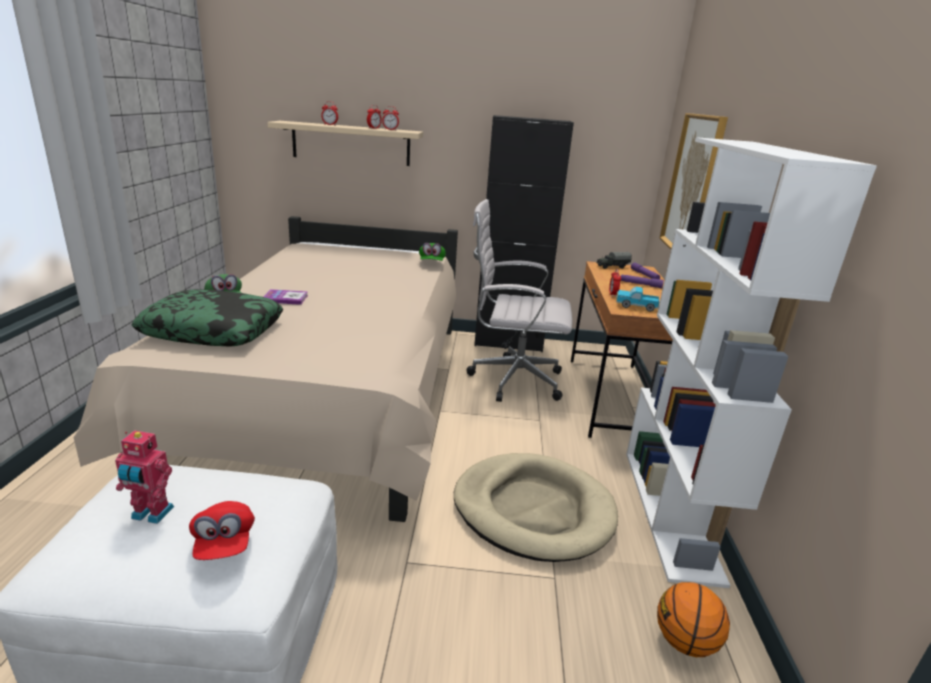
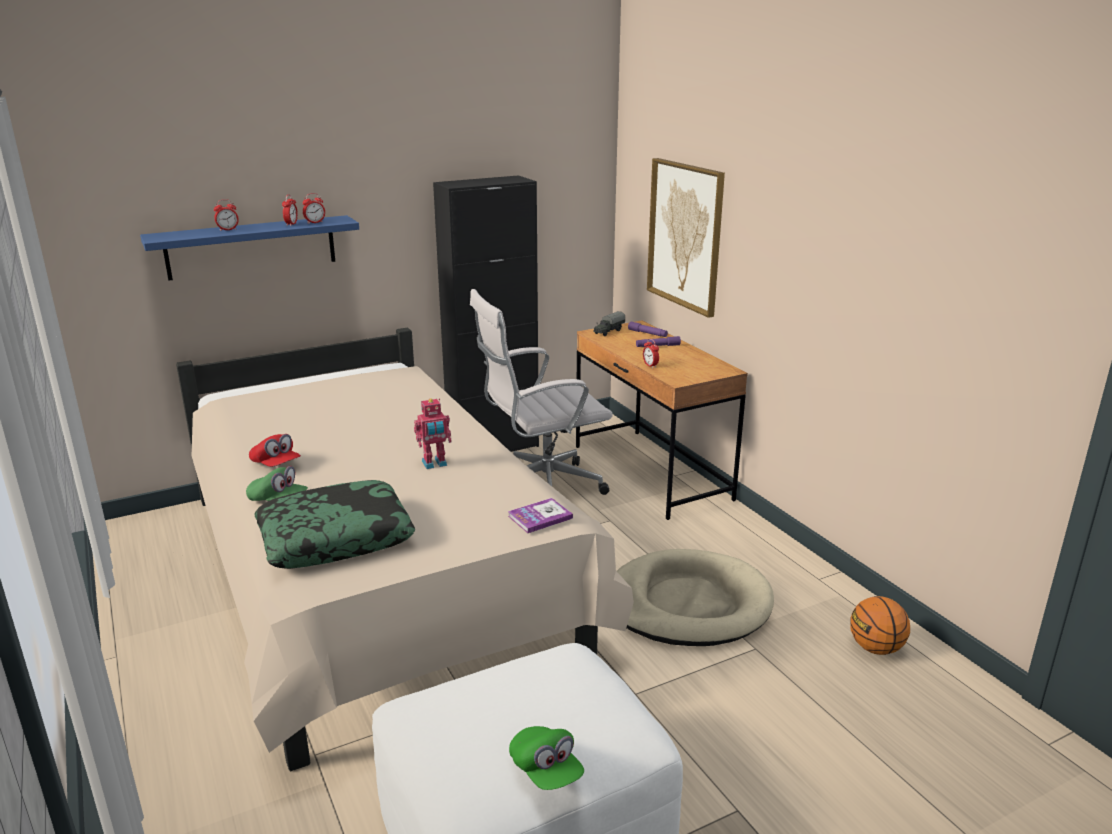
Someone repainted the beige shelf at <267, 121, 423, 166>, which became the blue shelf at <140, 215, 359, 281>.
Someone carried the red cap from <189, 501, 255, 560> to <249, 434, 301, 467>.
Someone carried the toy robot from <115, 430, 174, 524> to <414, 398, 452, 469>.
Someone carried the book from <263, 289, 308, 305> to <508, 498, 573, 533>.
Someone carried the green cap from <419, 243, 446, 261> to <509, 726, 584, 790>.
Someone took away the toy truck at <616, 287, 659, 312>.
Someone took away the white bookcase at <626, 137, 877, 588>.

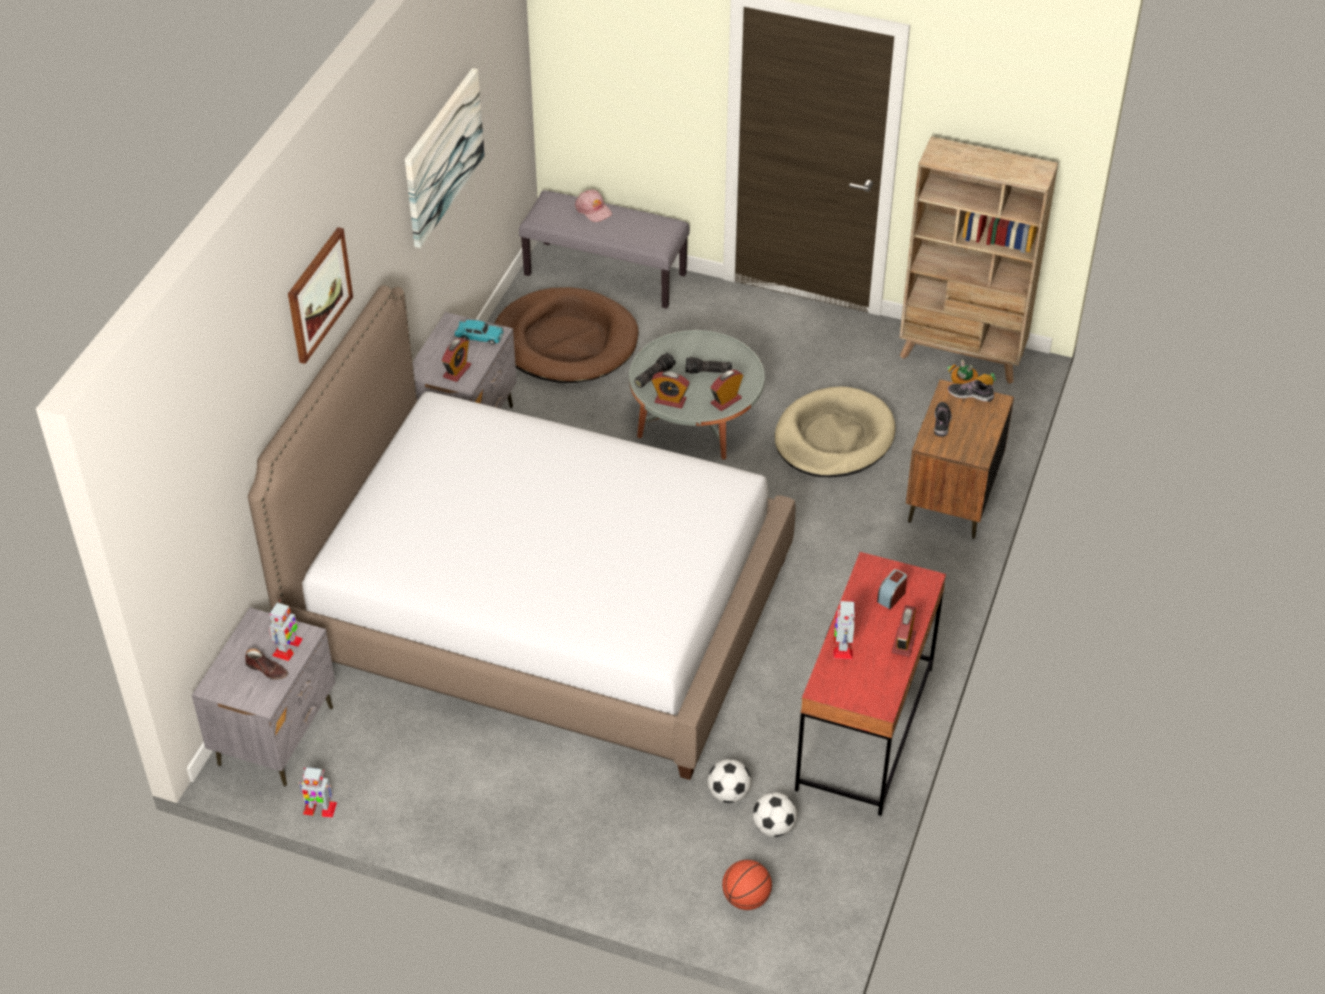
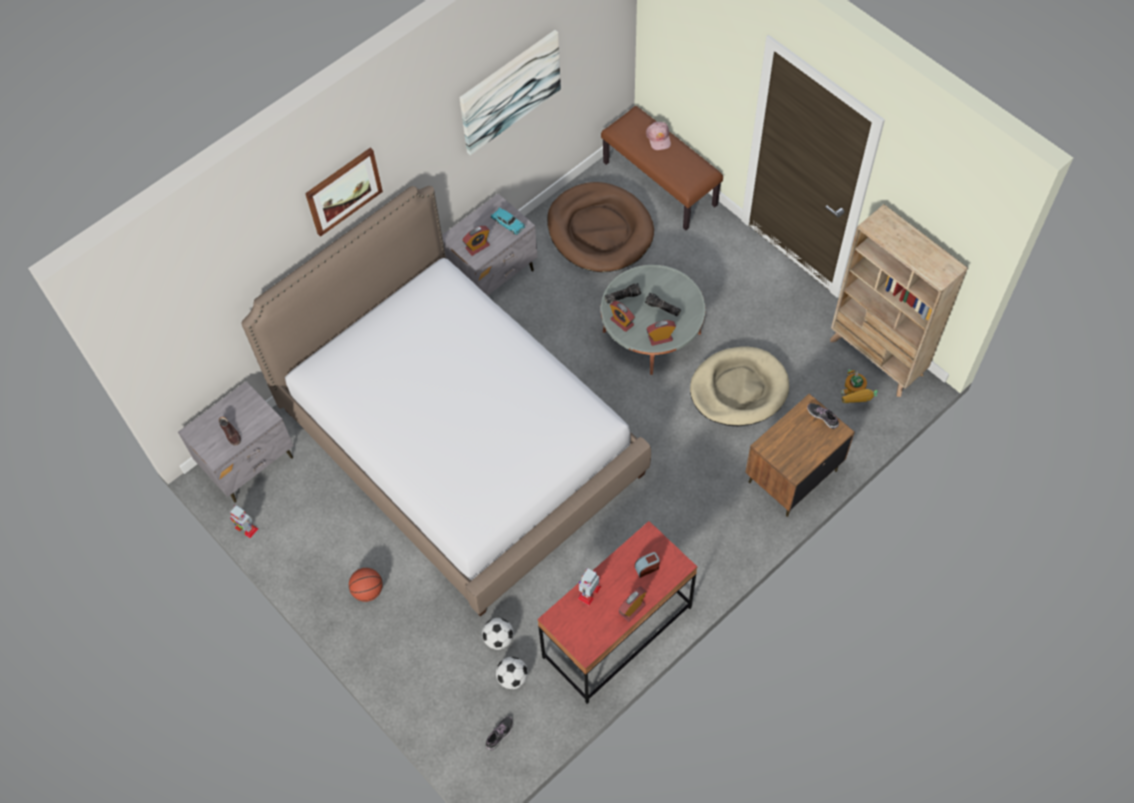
Someone carried the basketball from <722, 860, 772, 910> to <349, 568, 383, 602>.
Someone carried the shoe from <934, 402, 952, 437> to <485, 717, 513, 750>.
Someone repainted the grey bench at <519, 190, 690, 309>, which became the brown bench at <601, 106, 723, 230>.
Someone took away the toy robot at <269, 600, 303, 661>.

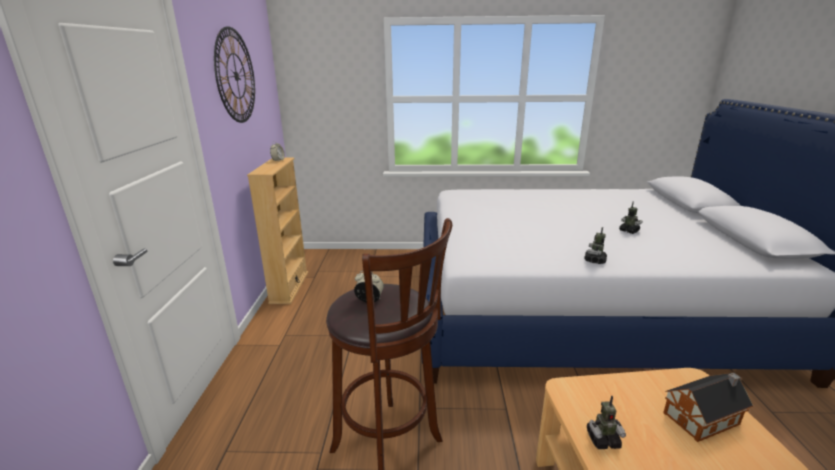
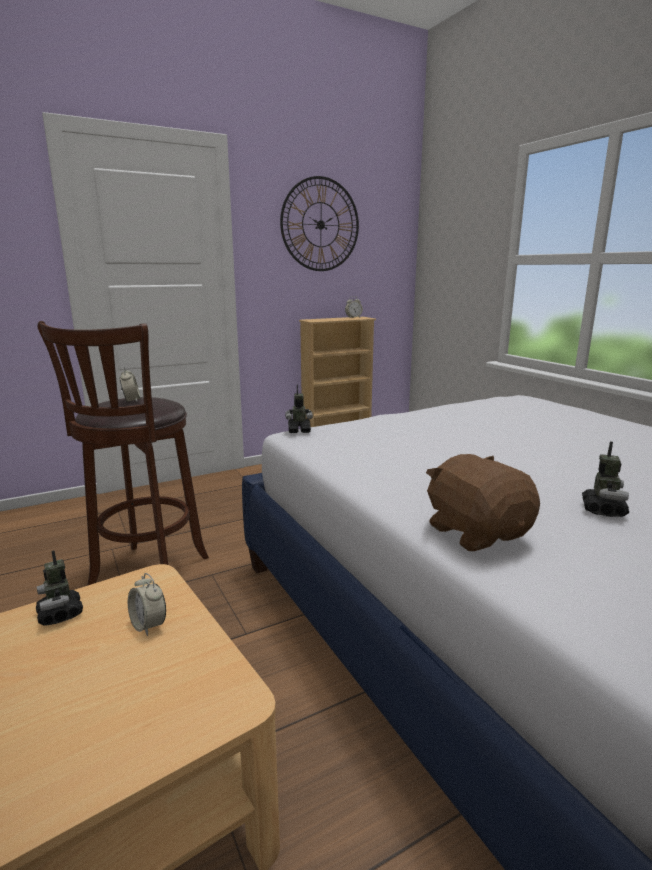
Someone put down the alarm clock at <128, 573, 166, 636>.
Someone carried the toy robot from <584, 227, 607, 264> to <285, 384, 313, 433>.
Someone put down the brown plush toy at <426, 454, 540, 551>.
Someone took away the toy house at <663, 373, 753, 442>.

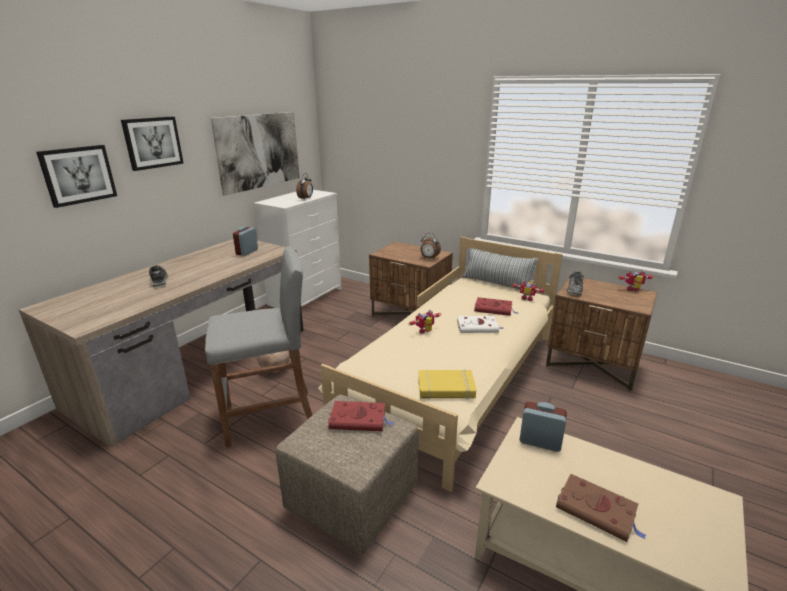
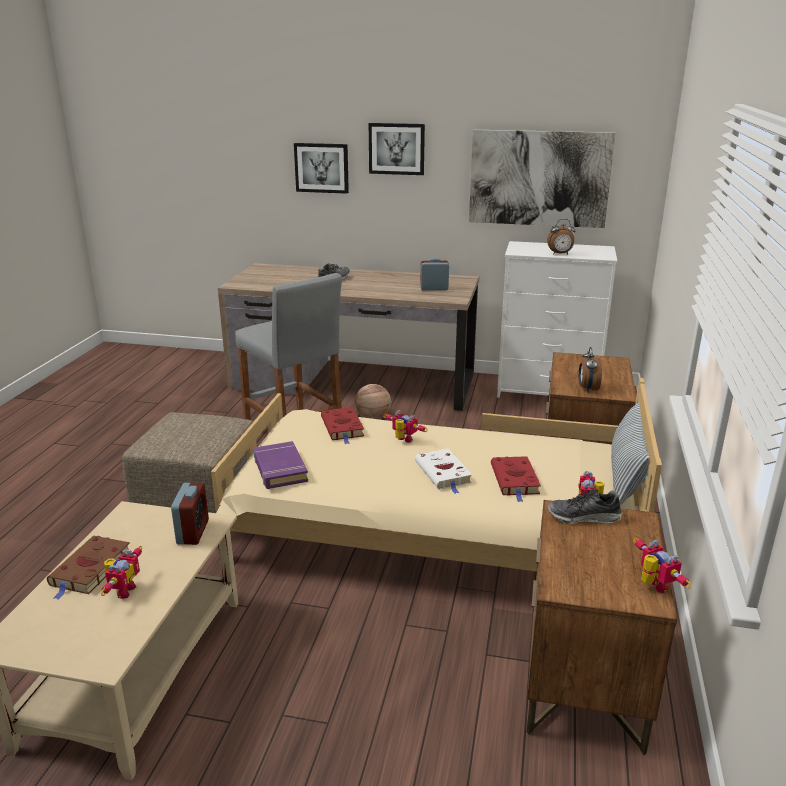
Someone put down the toy robot at <101, 546, 142, 599>.
Someone repainted the yellow book at <418, 370, 476, 399>, which became the purple book at <253, 441, 308, 489>.
Someone carried the red book from <328, 401, 394, 431> to <321, 407, 364, 444>.

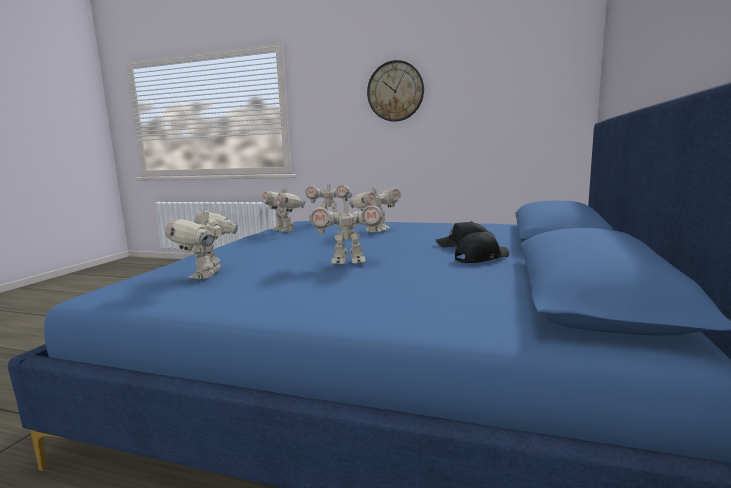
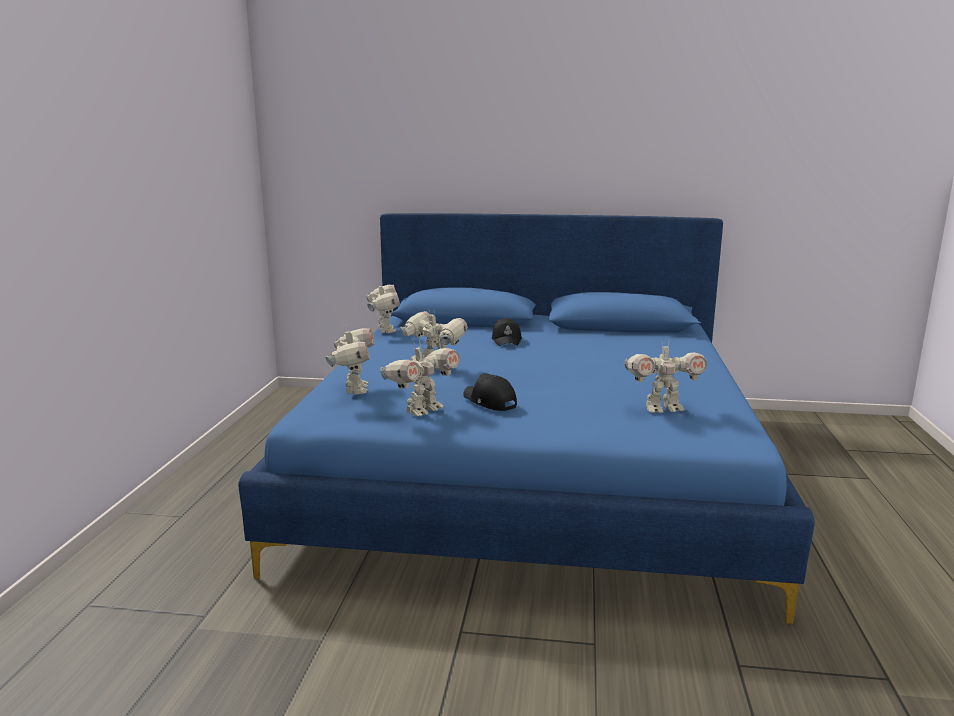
Someone carried the toy robot from <310, 196, 383, 264> to <366, 282, 400, 333>.
Someone carried the black cap from <455, 232, 509, 263> to <464, 373, 517, 411>.
Someone took away the wall clock at <367, 60, 424, 122>.

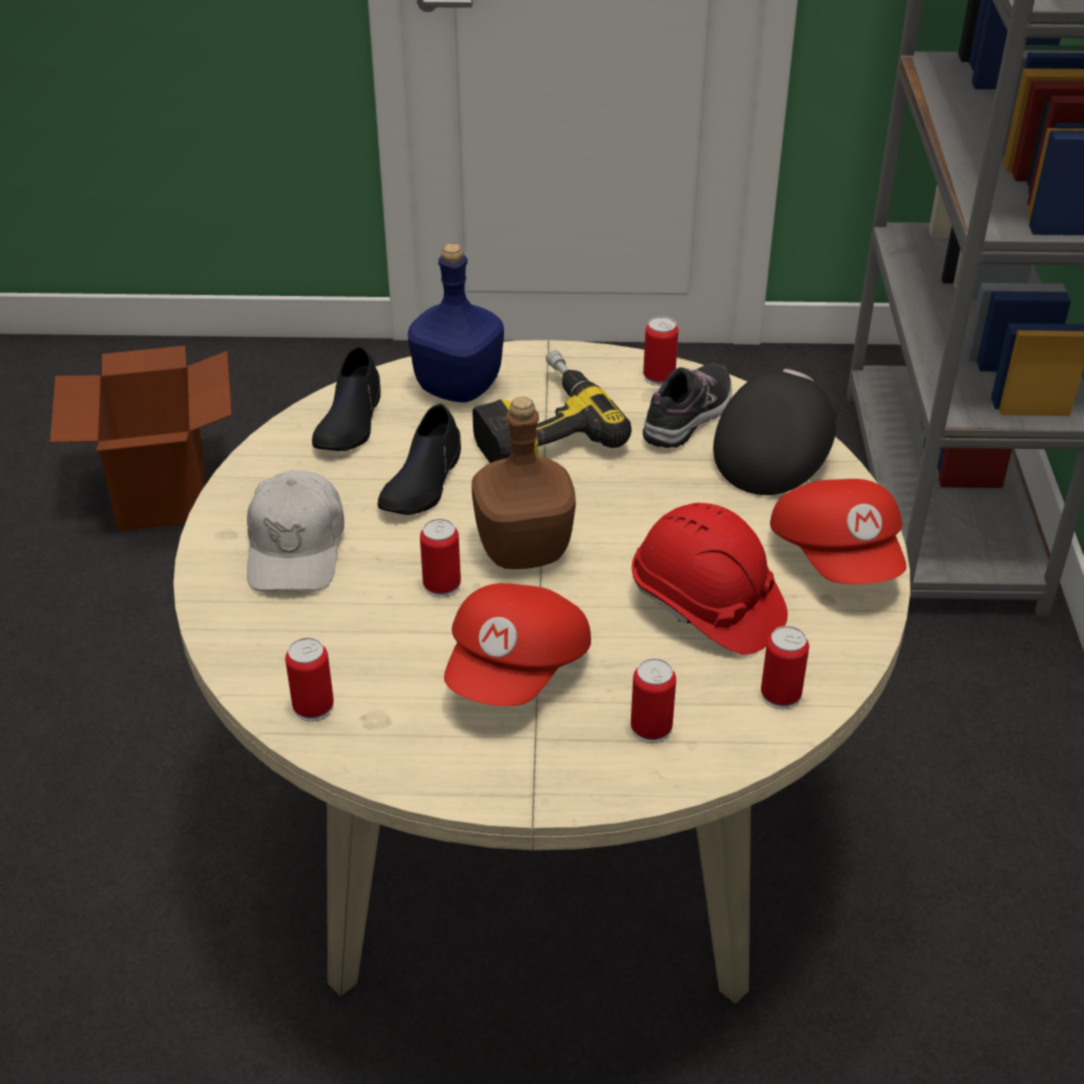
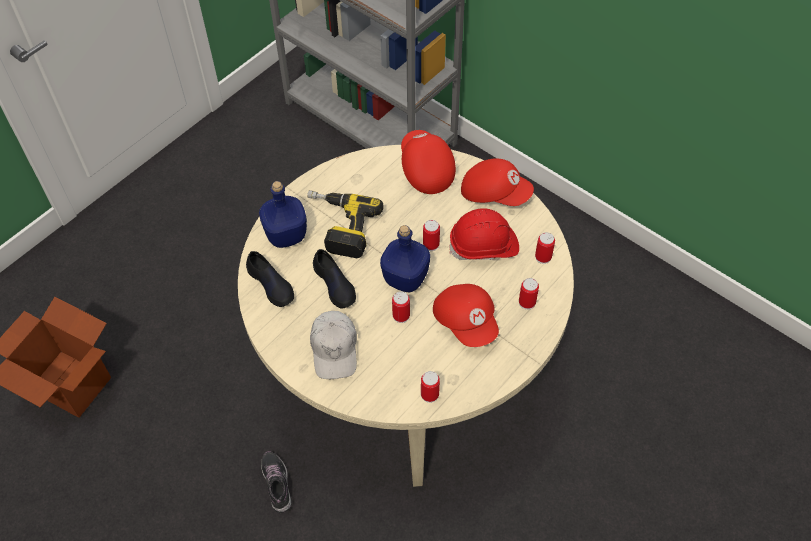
Someone carried the shoe from <643, 363, 732, 448> to <261, 451, 292, 513>.
Someone rotated the white cap at <247, 470, 344, 591> by 45 degrees clockwise.
Someone repainted the brown bottle at <472, 397, 576, 569>, which became the blue bottle at <380, 225, 430, 292>.
Someone repainted the black cap at <713, 369, 839, 495>, which became the red cap at <401, 130, 456, 194>.
Someone carried the can from <643, 316, 678, 386> to <423, 220, 440, 251>.

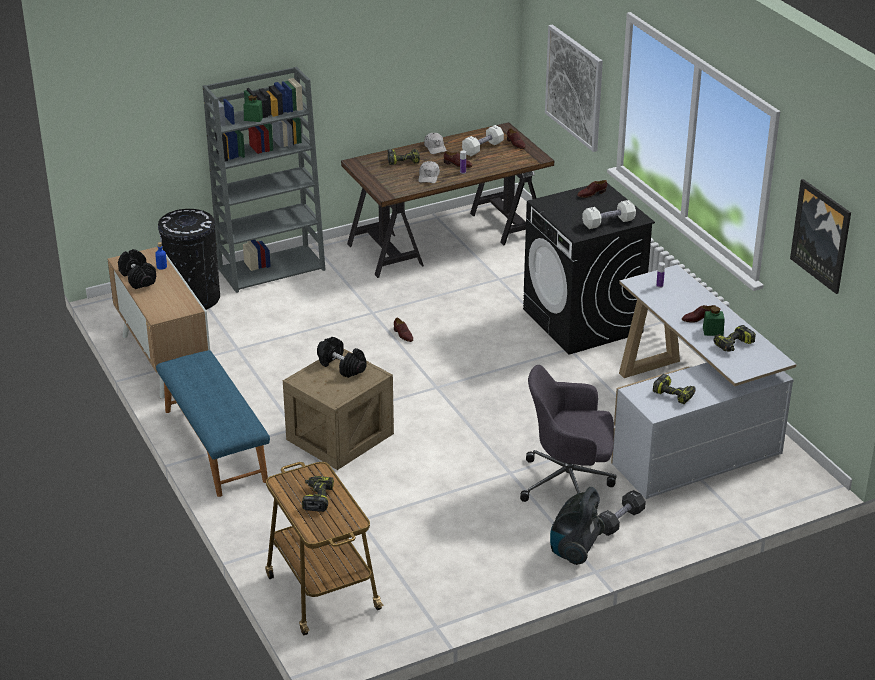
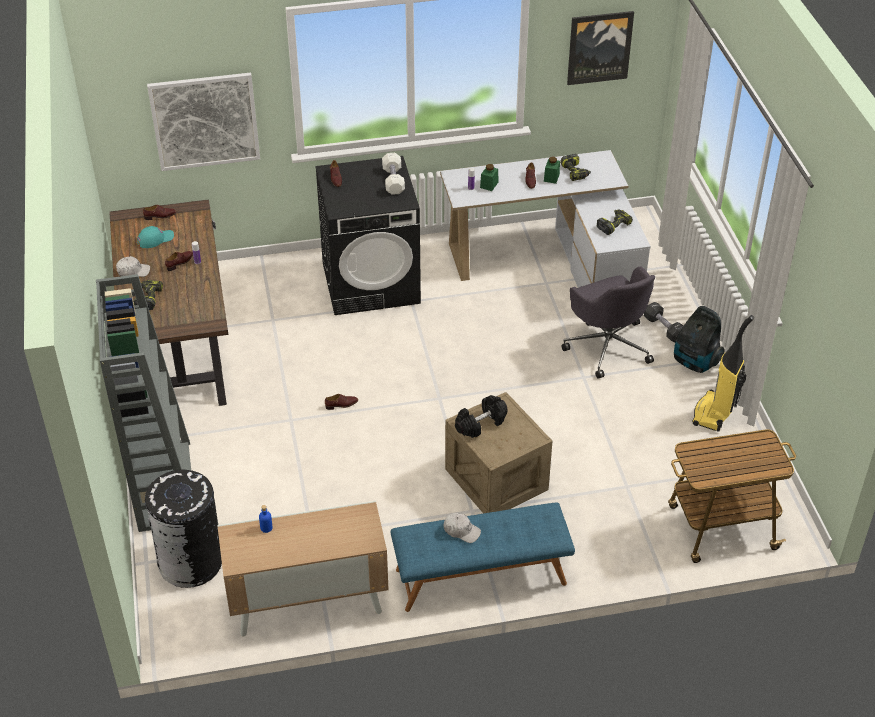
Someone swapped the white dumbbell at <462, 125, 504, 156> for the turquoise cap at <137, 226, 174, 248>.
Someone carried the white cap from <418, 161, 440, 183> to <443, 513, 481, 543>.
Someone carried the green jar from <244, 95, 263, 122> to <480, 164, 498, 191>.
Someone rotated the grey office chair at <520, 365, 616, 502> by 45 degrees counterclockwise.
Someone put down the vacuum cleaner at <692, 315, 754, 432>.
Someone took away the black dumbbell at <118, 249, 156, 289>.
Someone took away the power drill at <302, 476, 334, 512>.

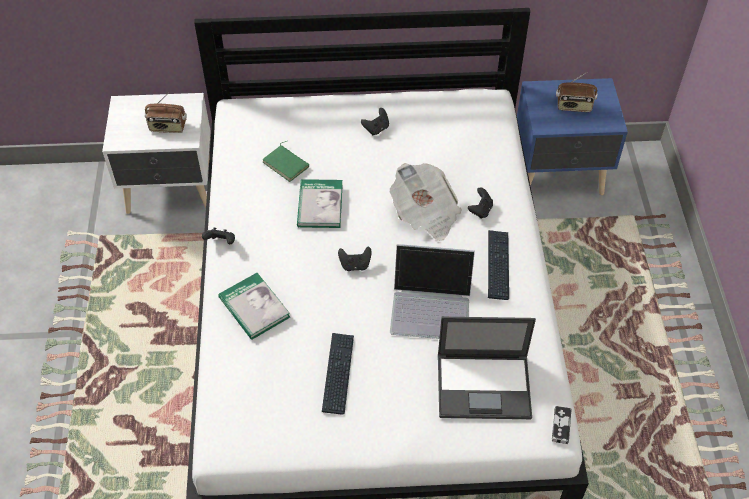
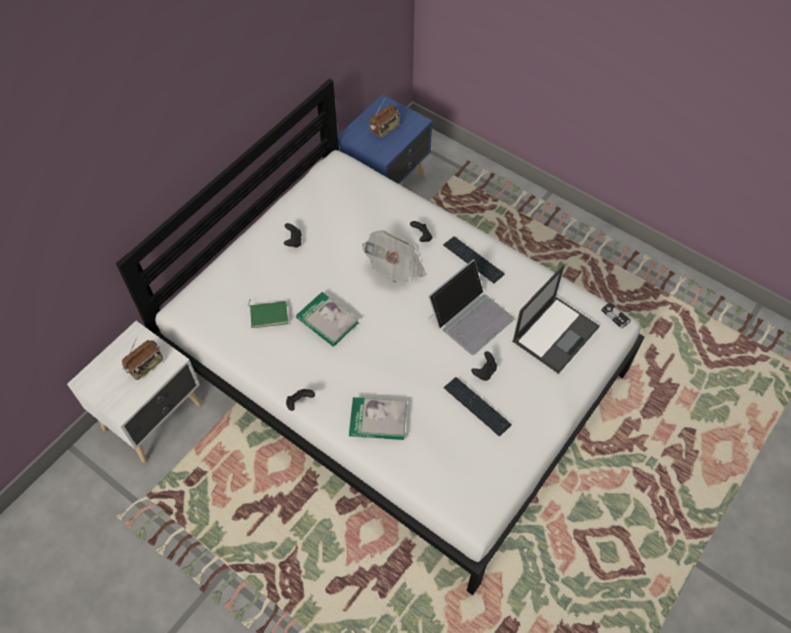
Someone carried the black game controller from <338, 247, 372, 271> to <471, 351, 497, 381>.

